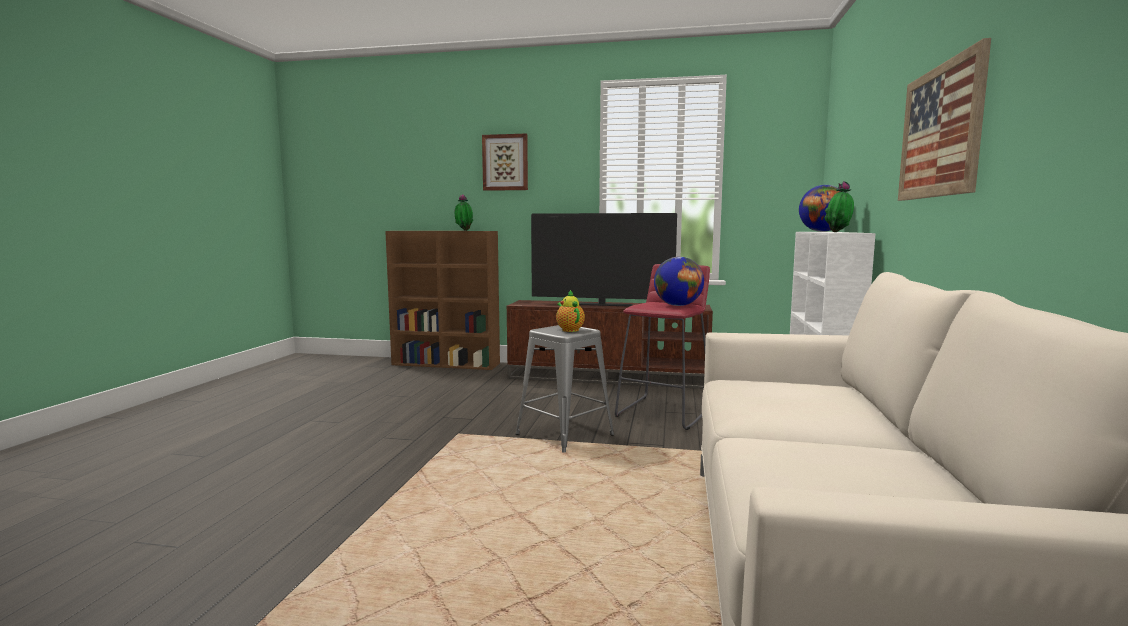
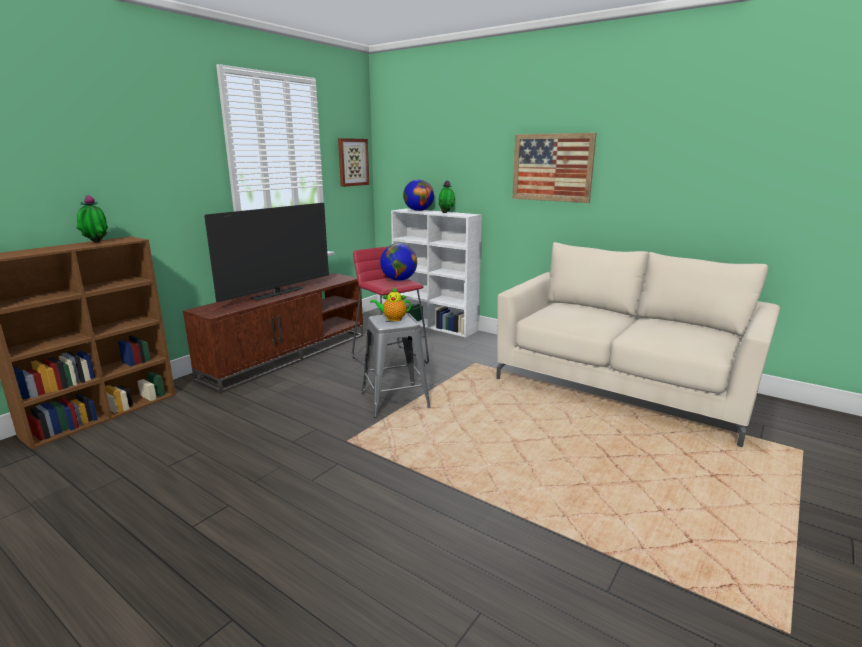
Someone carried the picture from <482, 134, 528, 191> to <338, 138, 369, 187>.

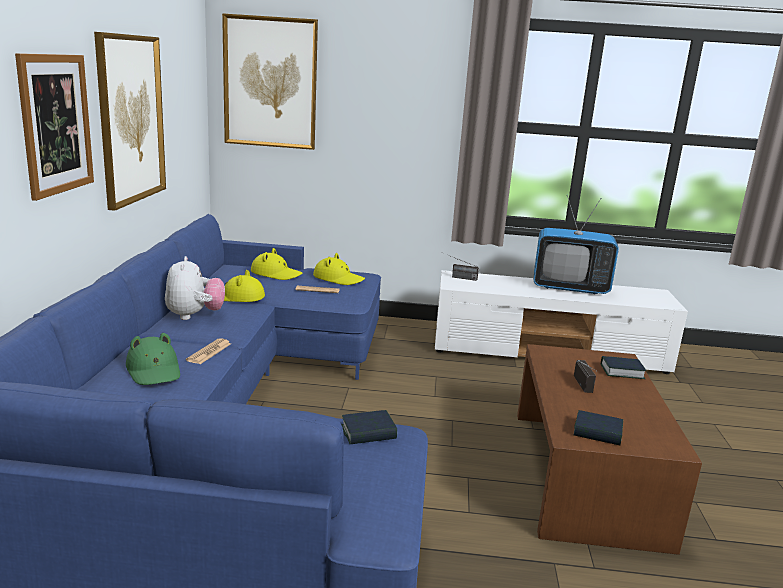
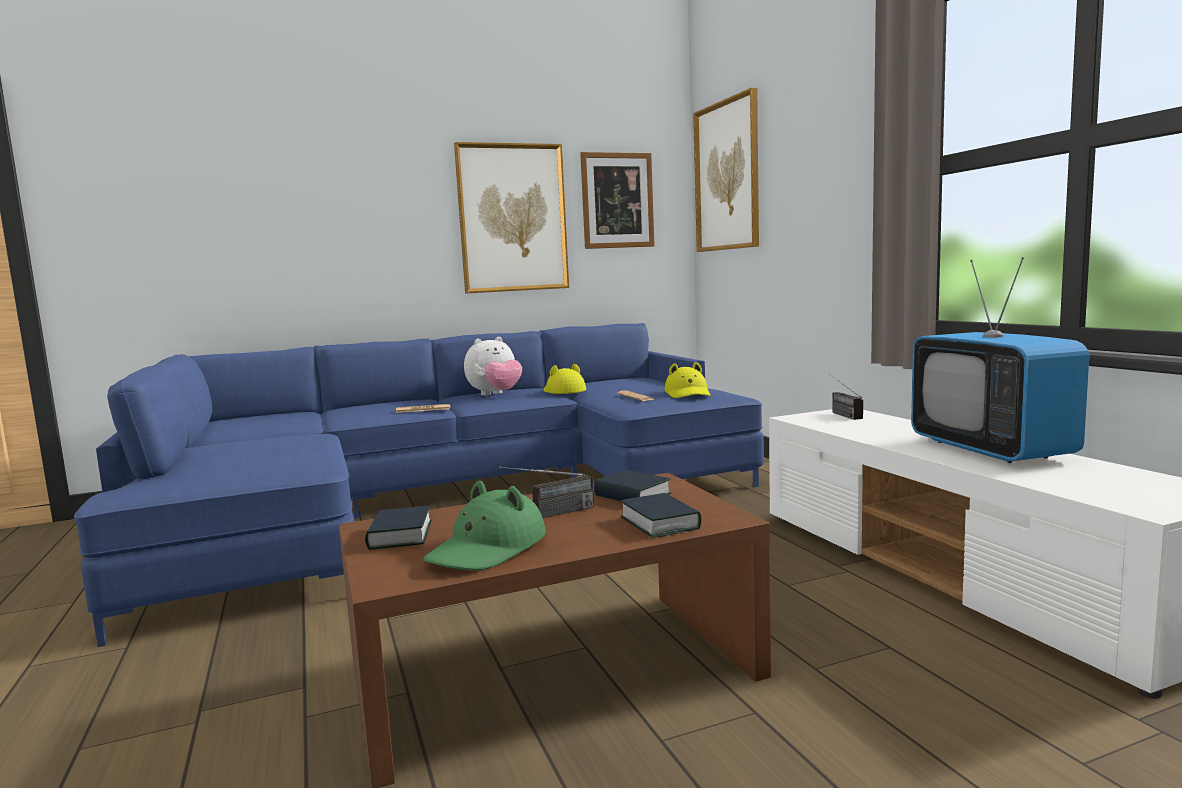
Someone carried the green hat from <126, 333, 180, 385> to <423, 481, 546, 570>.
Someone carried the picture from <15, 53, 94, 201> to <580, 152, 654, 249>.
Someone carried the book from <341, 410, 397, 444> to <594, 470, 671, 501>.
Someone took away the yellow hat at <251, 248, 302, 280>.

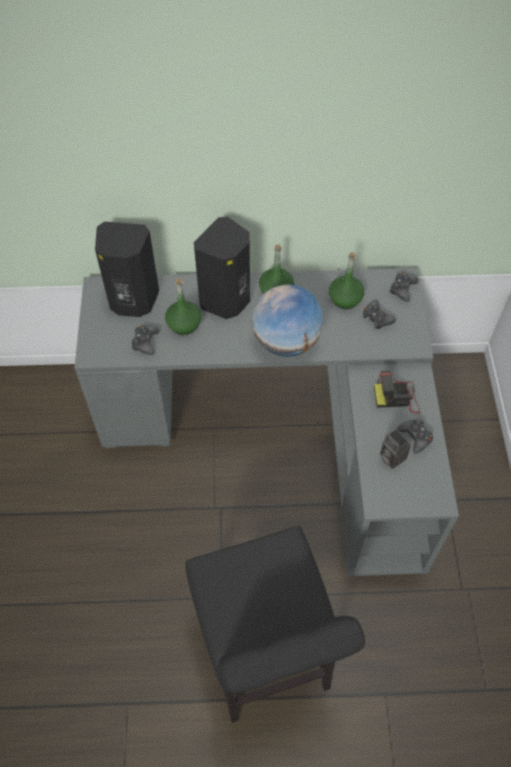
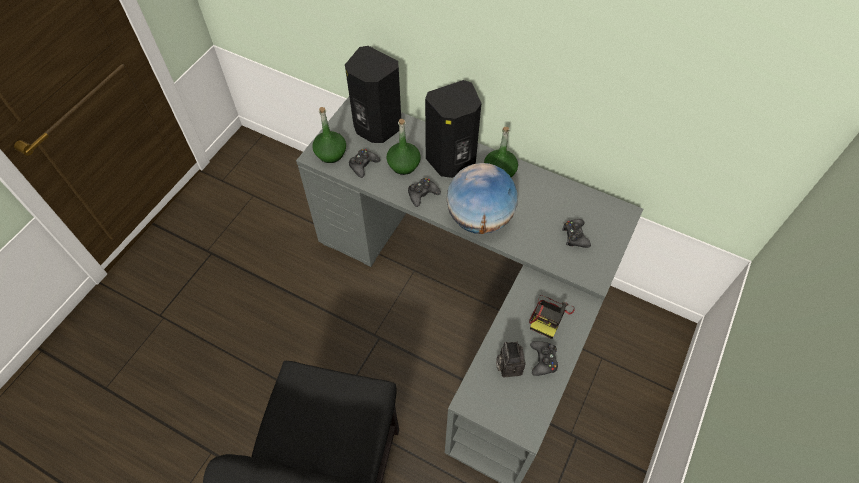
Someone carried the green bottle from <329, 252, 365, 309> to <312, 107, 346, 163>.
Someone carried the black game controller from <389, 272, 419, 302> to <408, 178, 441, 207>.
Someone rotated the photo camera at <374, 371, 420, 413> by 90 degrees counterclockwise.

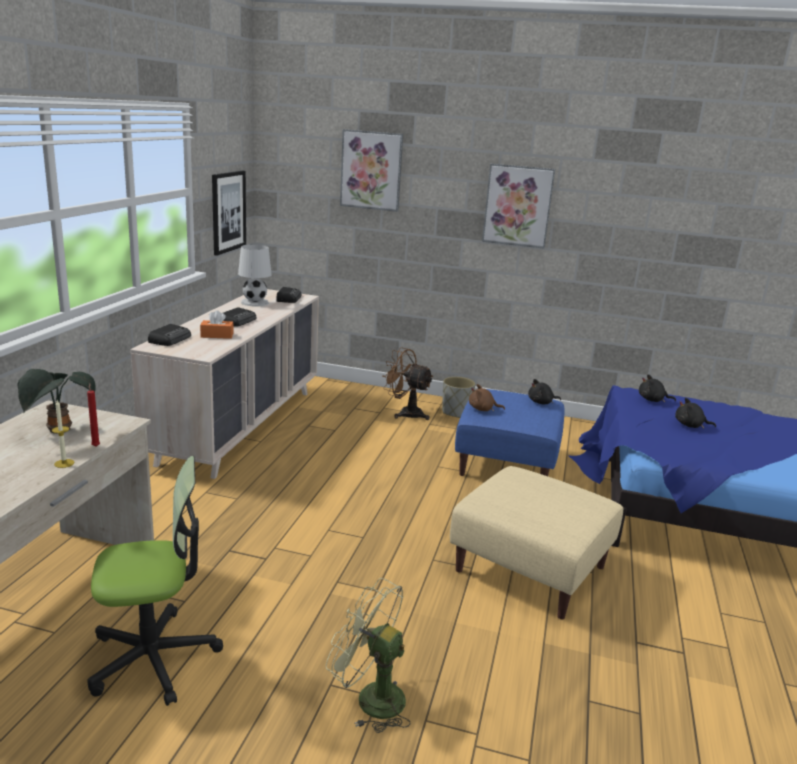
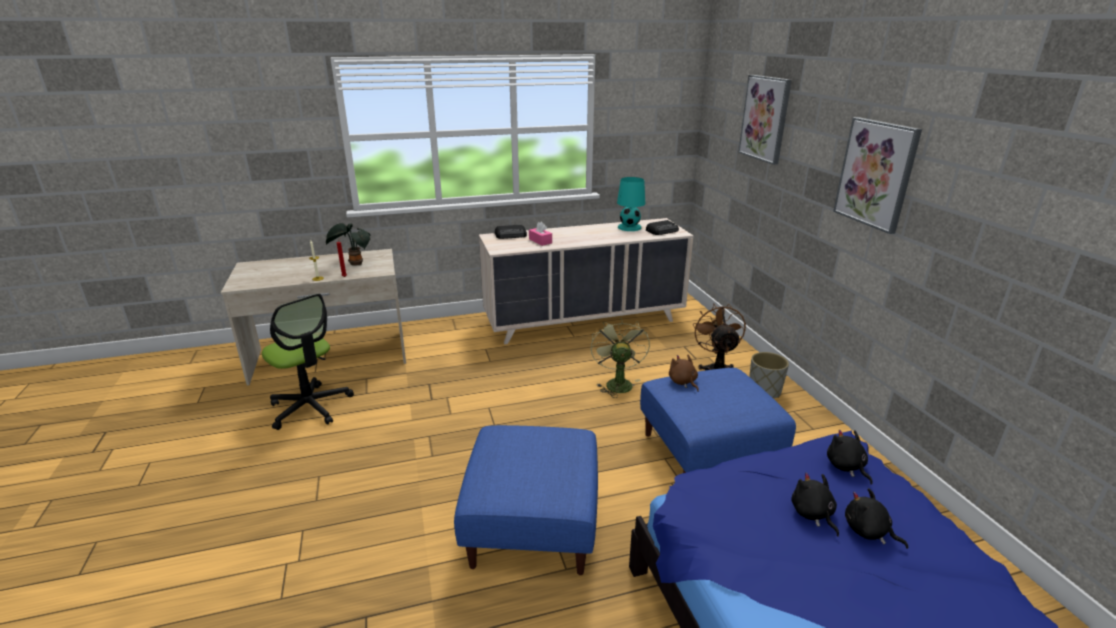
Someone repainted the beige ottoman at <450, 466, 624, 619>, which became the blue ottoman at <454, 425, 598, 575>.
Someone repainted the orange tissue box at <200, 310, 234, 339>, which became the pink tissue box at <529, 222, 552, 246>.
Someone carried the green fan from <326, 578, 411, 733> to <591, 317, 650, 398>.
Someone repainted the white table lamp at <238, 244, 272, 306>, which became the turquoise table lamp at <617, 177, 645, 231>.
Someone carried the black plush toy from <528, 379, 561, 404> to <845, 488, 908, 549>.
Someone took away the picture at <212, 171, 246, 256>.
Someone took away the radio at <223, 307, 256, 327>.

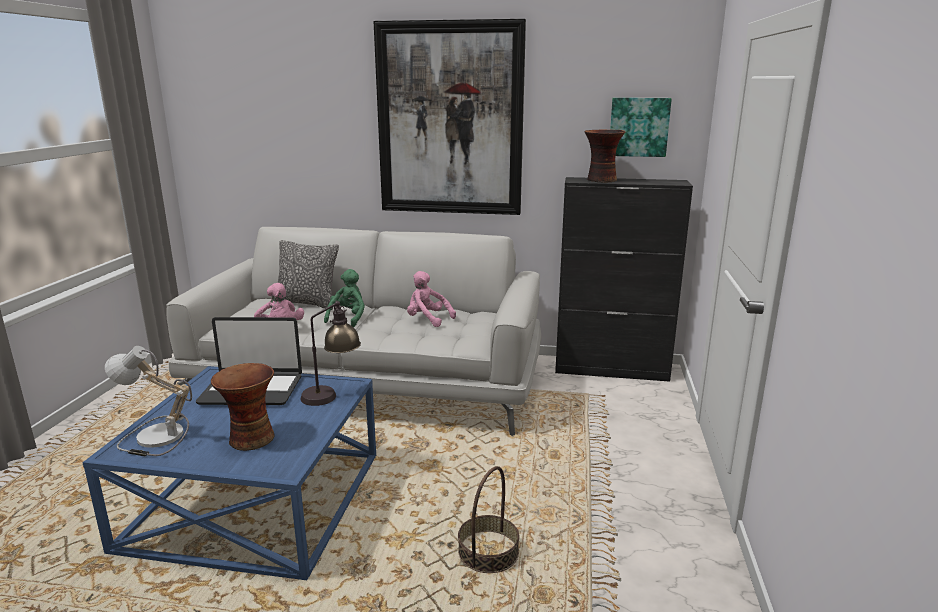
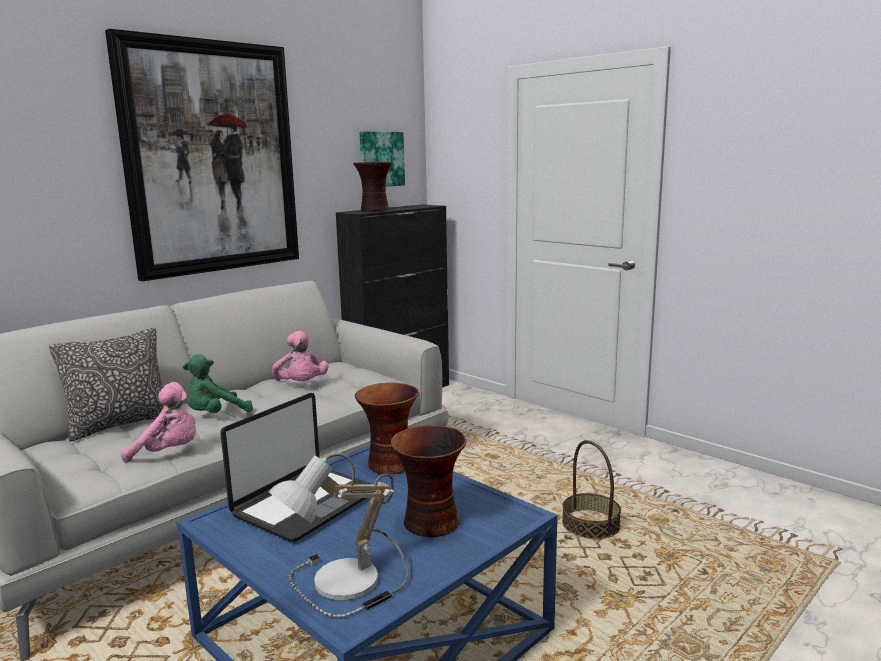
Someone rotated the green plush toy at <324, 269, 365, 327> by 90 degrees counterclockwise.
Someone rotated the pink plush toy at <407, 271, 456, 327> by 90 degrees counterclockwise.
Someone swapped the table lamp at <300, 300, 361, 406> for the vase at <355, 383, 419, 474>.

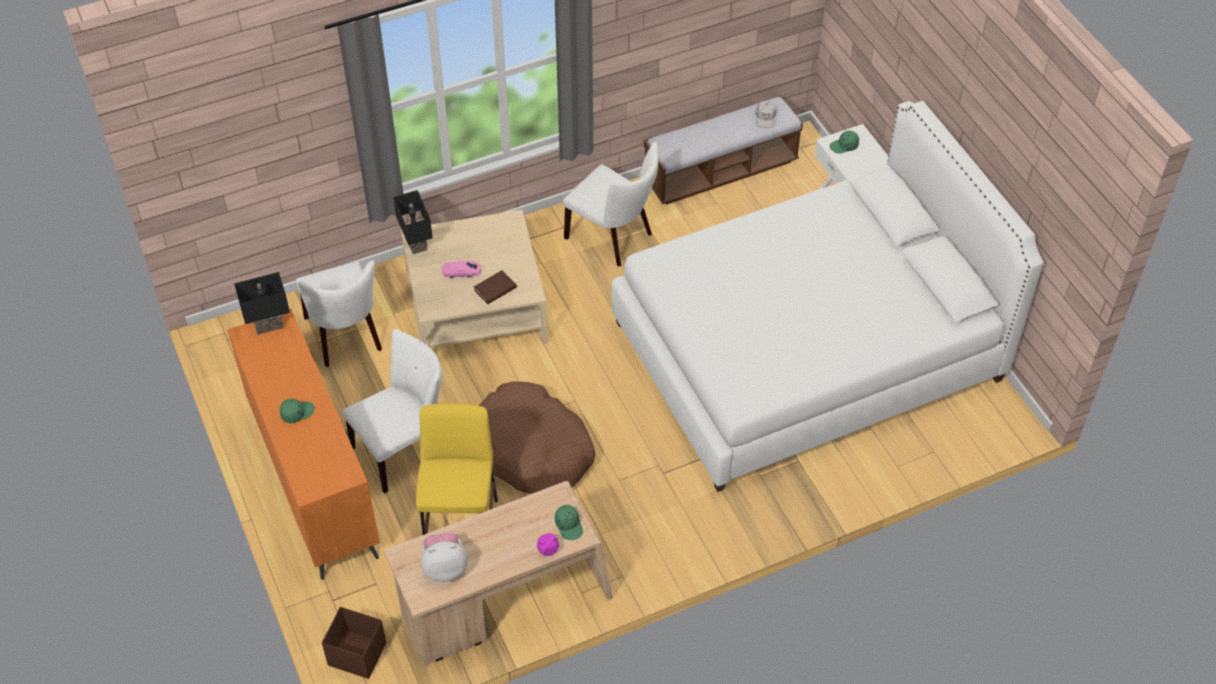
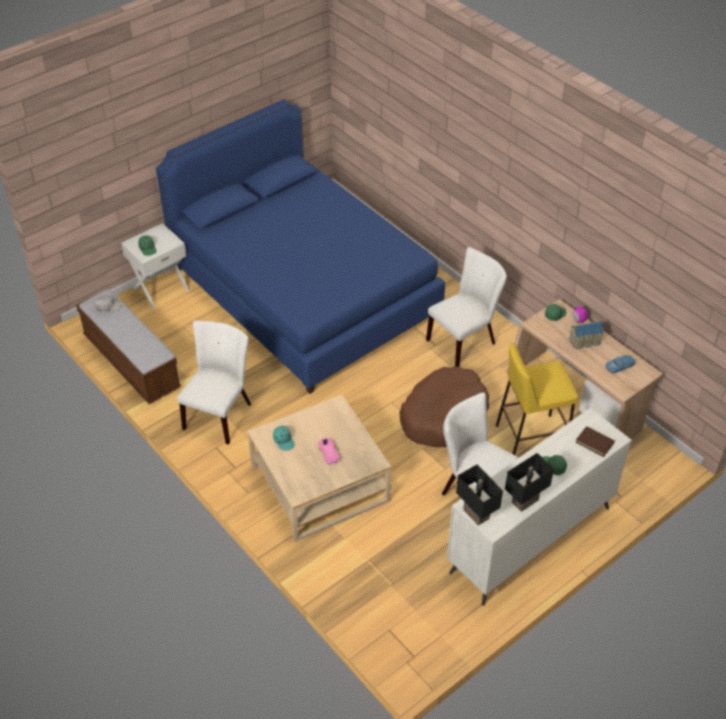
Someone repainted the white bed at <612, 101, 1044, 492>, which became the blue bed at <156, 99, 445, 394>.
Someone put down the turquoise cap at <273, 426, 295, 451>.
Someone carried the white chair from <296, 260, 382, 367> to <426, 247, 507, 367>.
Someone repainted the orange dresser at <227, 308, 380, 580>, which became the white dresser at <447, 408, 632, 606>.
Someone carried the black table lamp from <393, 190, 433, 254> to <505, 453, 554, 512>.
Someone put down the toy house at <569, 322, 604, 349>.
Someone carried the brown book from <474, 270, 517, 304> to <576, 426, 615, 457>.
Someone swapped the plush toy at <421, 532, 468, 582> for the toy car at <605, 355, 635, 374>.
Someone took away the brown storage box at <322, 607, 386, 679>.

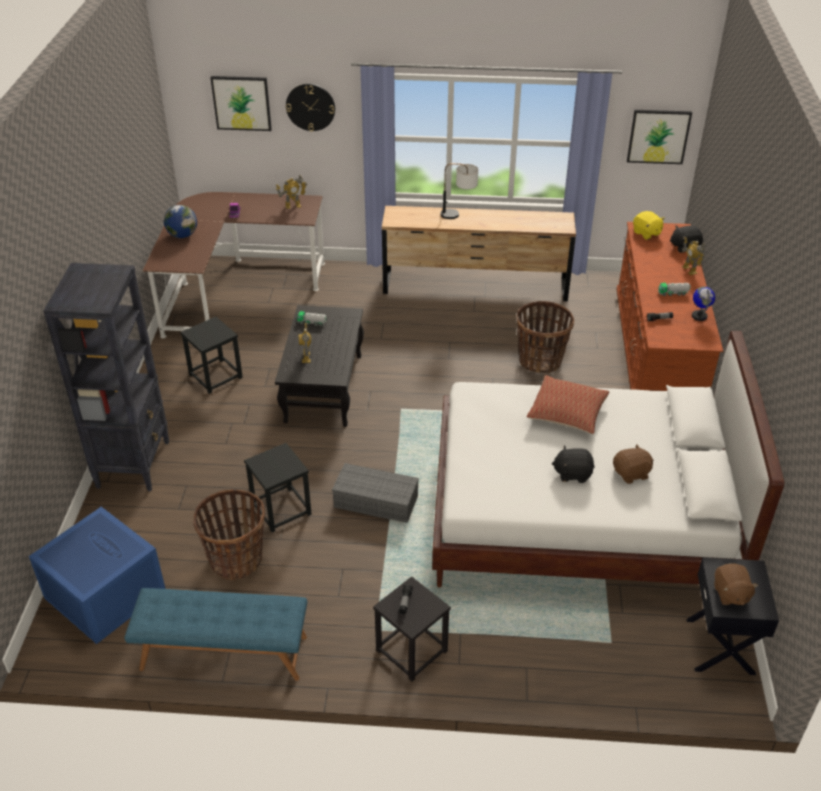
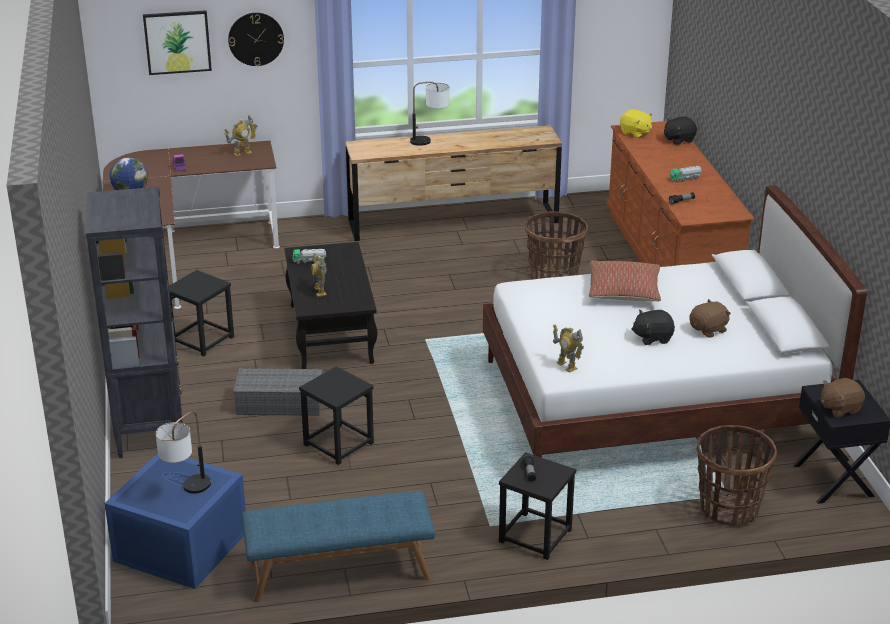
Someone put down the table lamp at <156, 411, 211, 494>.
Someone carried the grey storage box from <332, 463, 419, 523> to <233, 368, 323, 416>.
Someone carried the toy robot from <682, 237, 705, 275> to <553, 324, 584, 372>.
Someone carried the basket from <193, 489, 265, 580> to <697, 425, 777, 527>.
Someone rotated the brown plush toy at <714, 563, 758, 606> by 90 degrees clockwise.
Someone took away the picture at <627, 110, 692, 164>.
Someone took away the globe at <692, 287, 715, 321>.

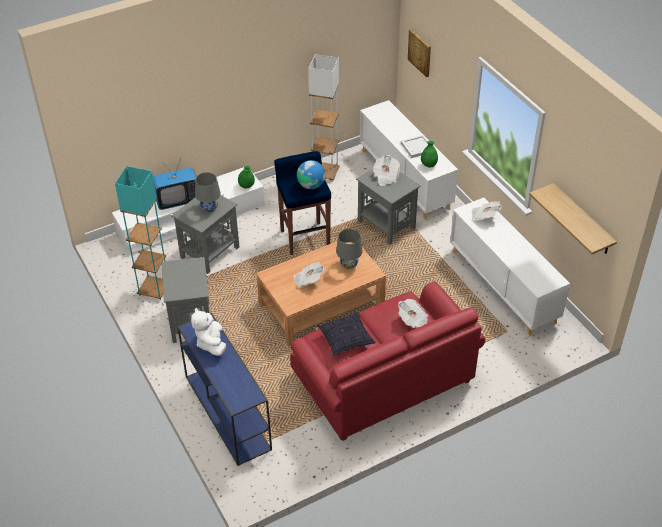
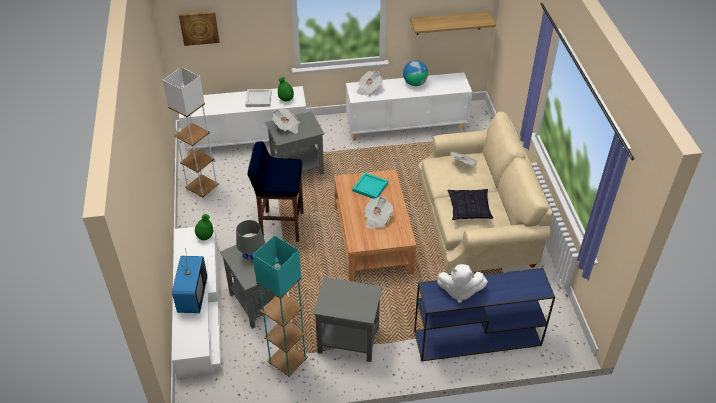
Someone swapped the grey table lamp at <336, 229, 362, 269> for the turquoise tray at <352, 173, 388, 199>.
Someone carried the globe from <297, 160, 326, 189> to <403, 61, 428, 86>.
Someone repainted the red sofa at <290, 282, 486, 441>, which became the beige sofa at <418, 112, 553, 275>.

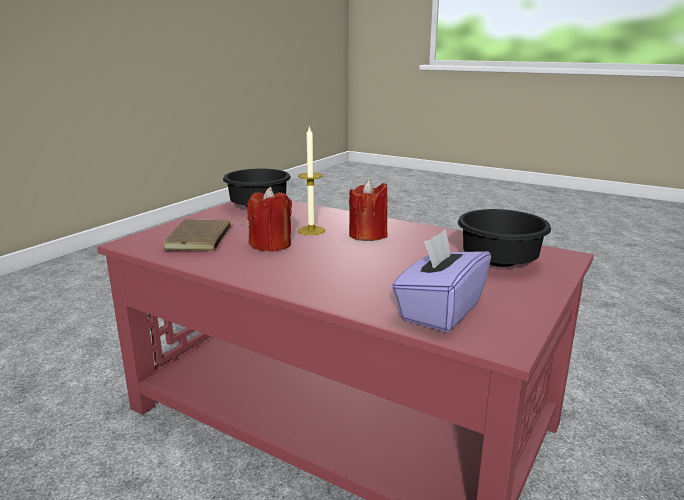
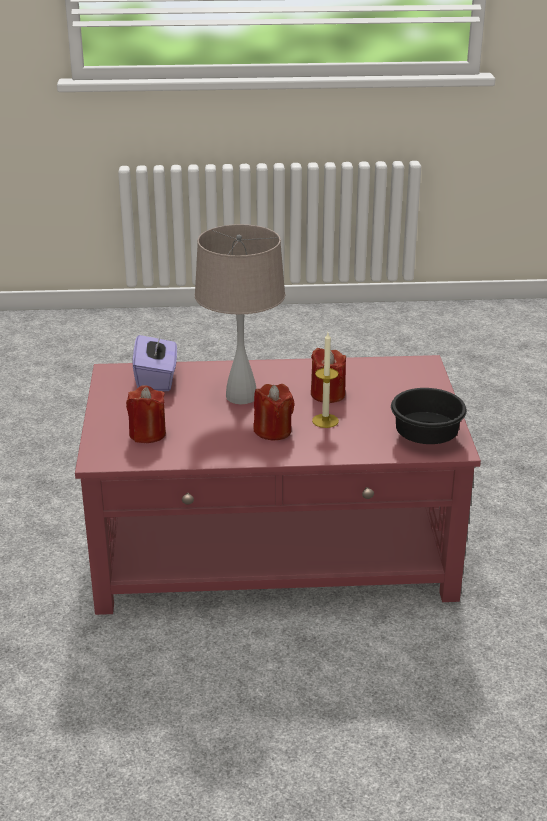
Someone swapped the black bowl at <458, 209, 551, 267> for the red candle at <126, 385, 166, 443>.
Someone put down the beige table lamp at <195, 224, 285, 404>.
Someone took away the brown book at <164, 219, 245, 251>.

